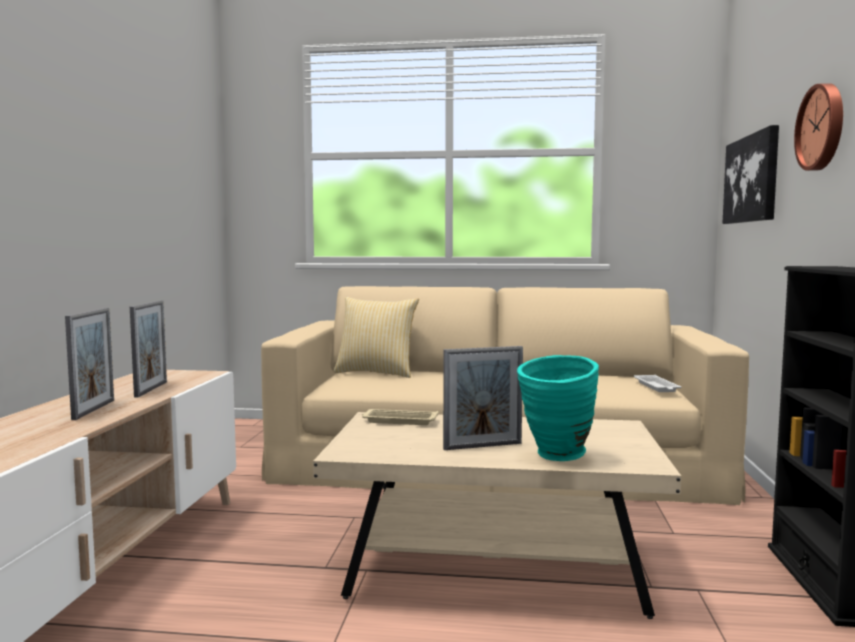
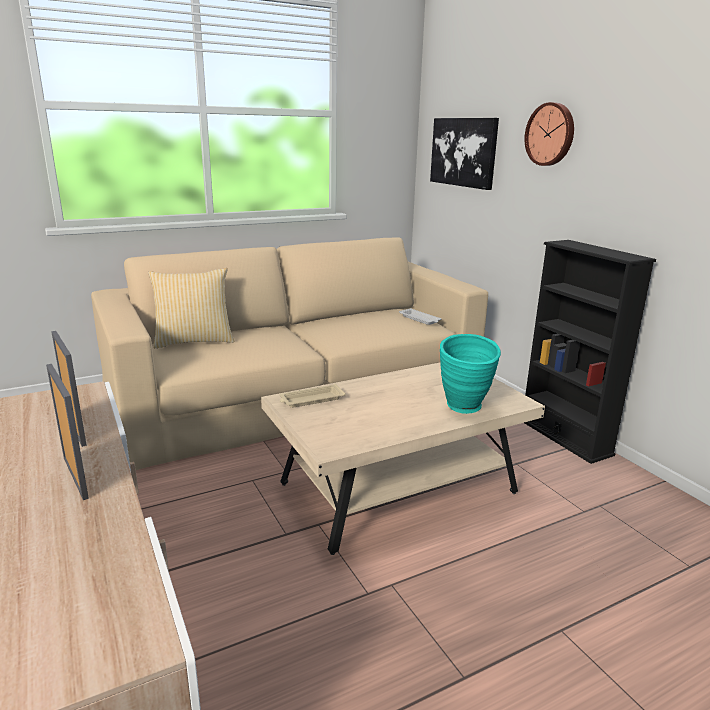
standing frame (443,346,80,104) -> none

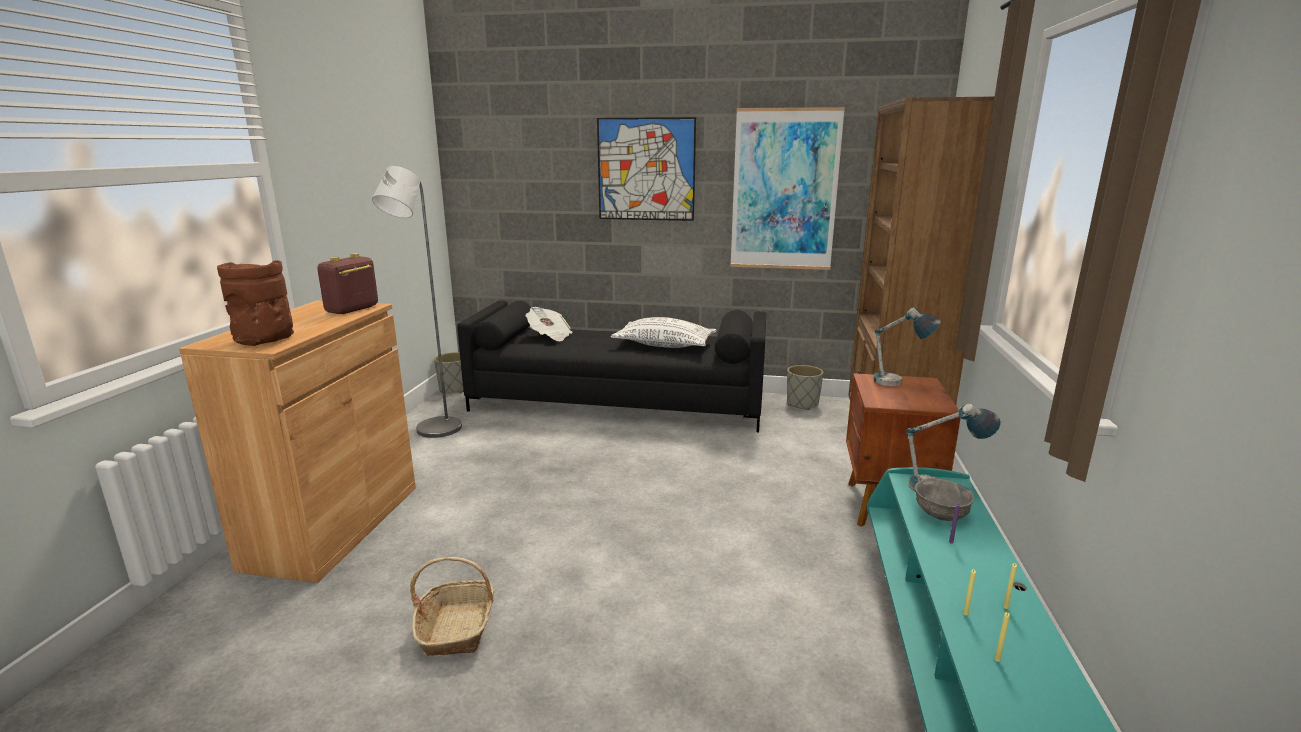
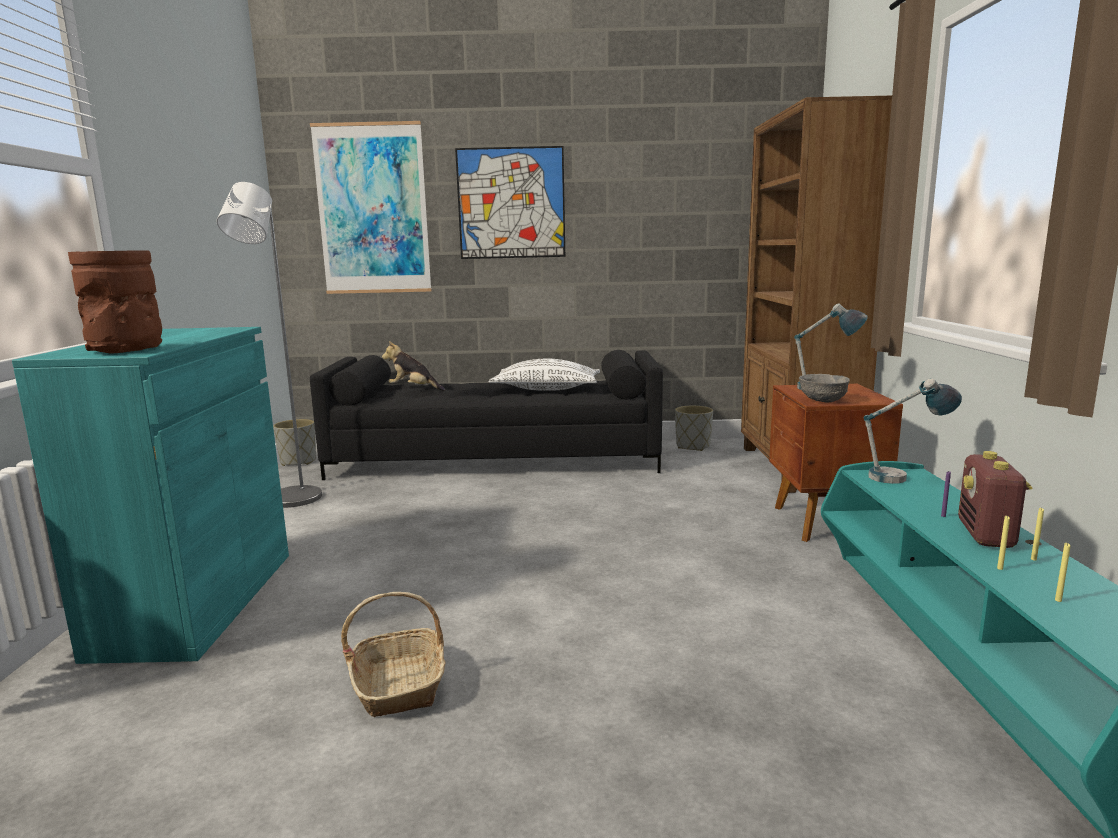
brown-coloured storage cabinet (179,300,237,283) -> turquoise-coloured storage cabinet (12,327,277,337)
wall art (730,107,115,163) -> wall art (310,121,122,173), relocated
printed paper (526,307,47,34) -> plush toy (382,341,63,50)
gray bowl (915,478,59,43) -> gray bowl (799,374,51,28), relocated
radio (317,253,61,61) -> radio (958,451,74,97), relocated

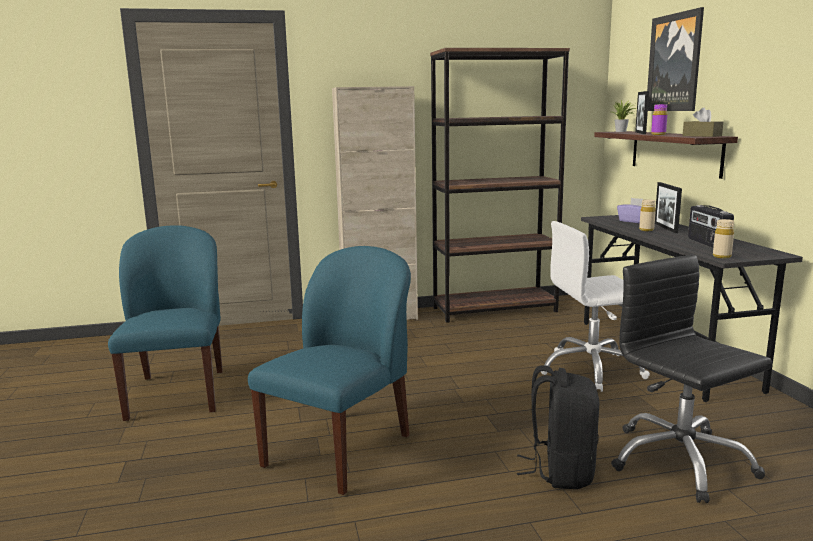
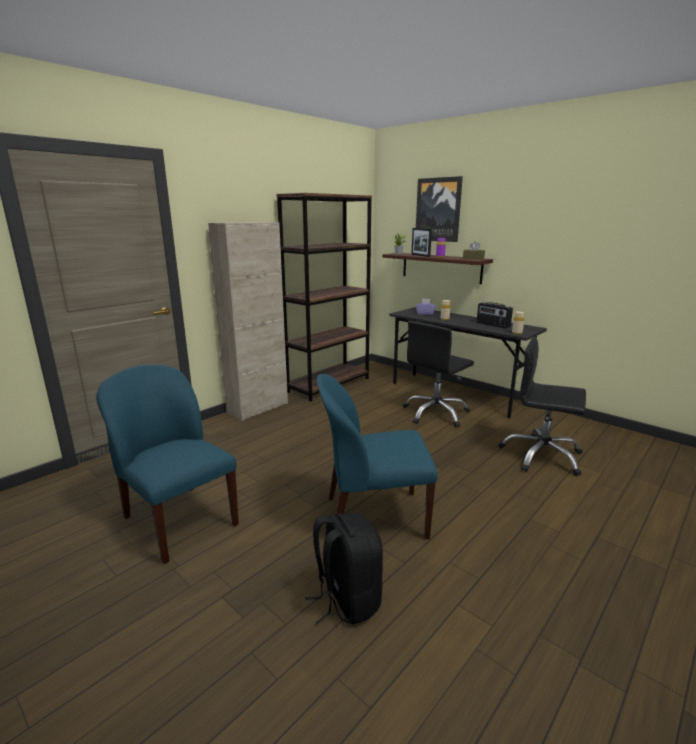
black knapsack (517,365,82,124) -> black knapsack (305,513,78,111), relocated
blue chair (248,246,163,249) -> blue chair (317,374,121,165), 90 degrees counterclockwise
white-coloured office chair (541,221,109,171) -> black office chair (403,321,71,106)
standing frame (655,182,27,51) -> none

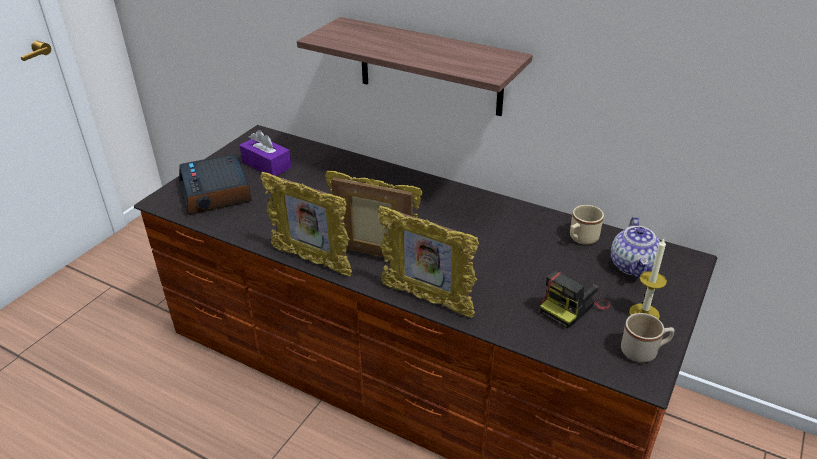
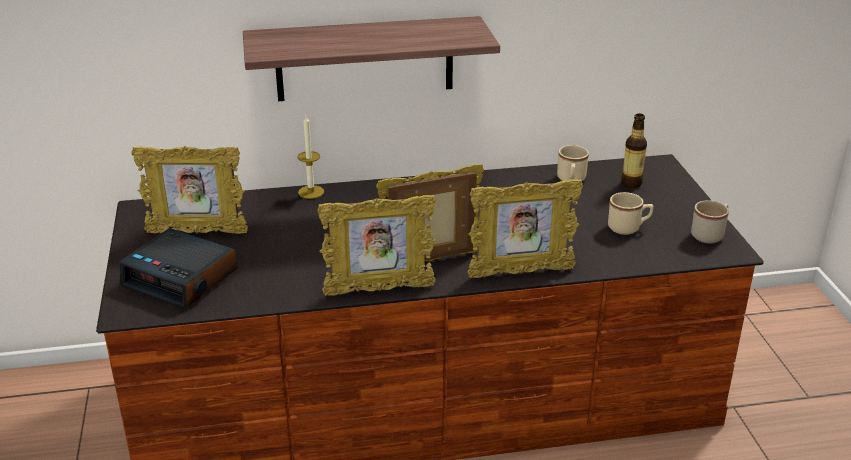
purple tissue holder (239,130,53,46) -> standing frame (131,146,117,88)
wax candle (629,239,38,80) -> wax candle (297,116,27,83), relocated
still camera (540,271,70,57) -> beige tea mug (608,192,45,43)
teapot (611,217,49,61) -> bottle (621,113,26,75)

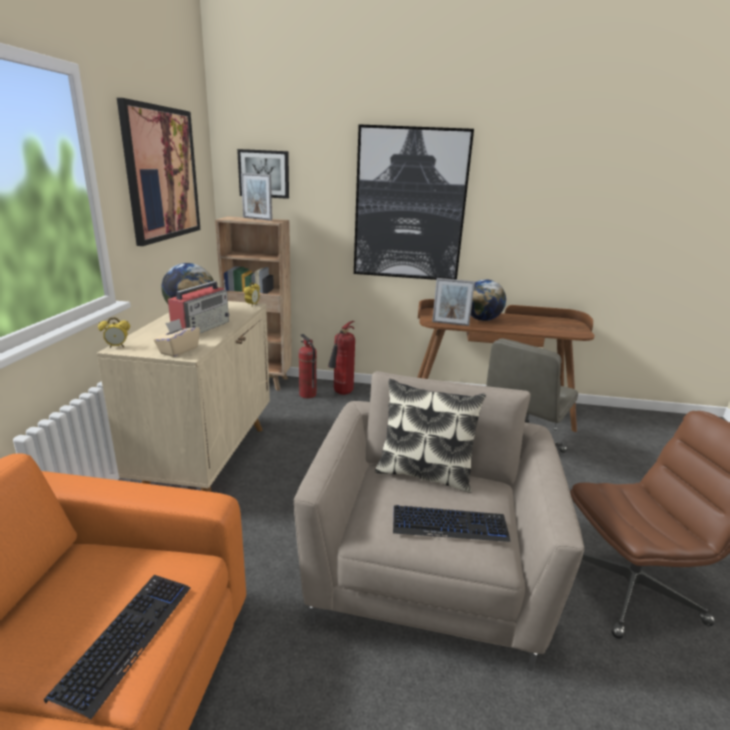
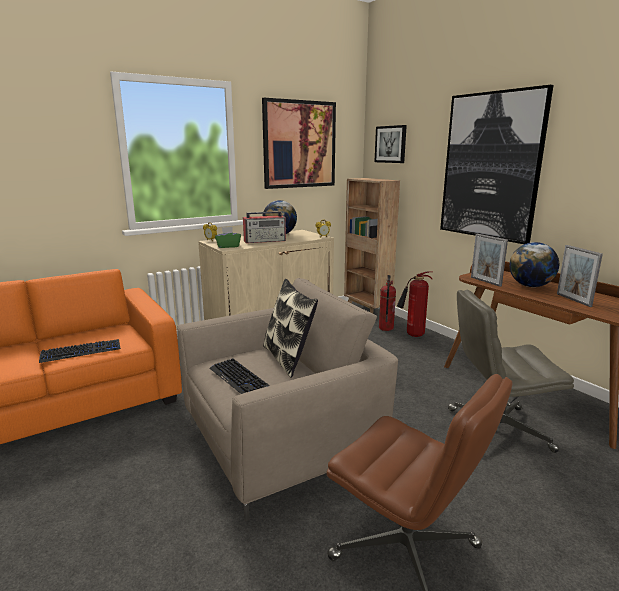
beige tissue holder (154,319,46,38) -> green tissue holder (215,227,26,21)
standing frame (241,173,31,48) -> standing frame (557,245,46,62), relocated

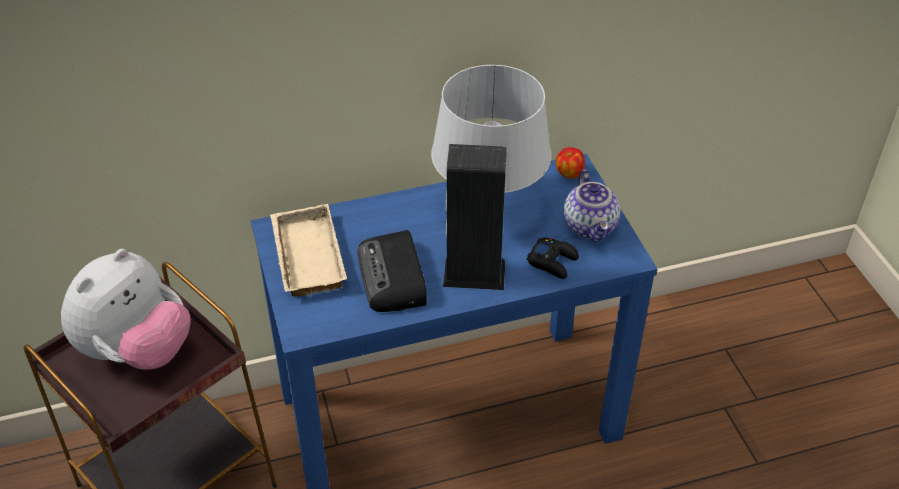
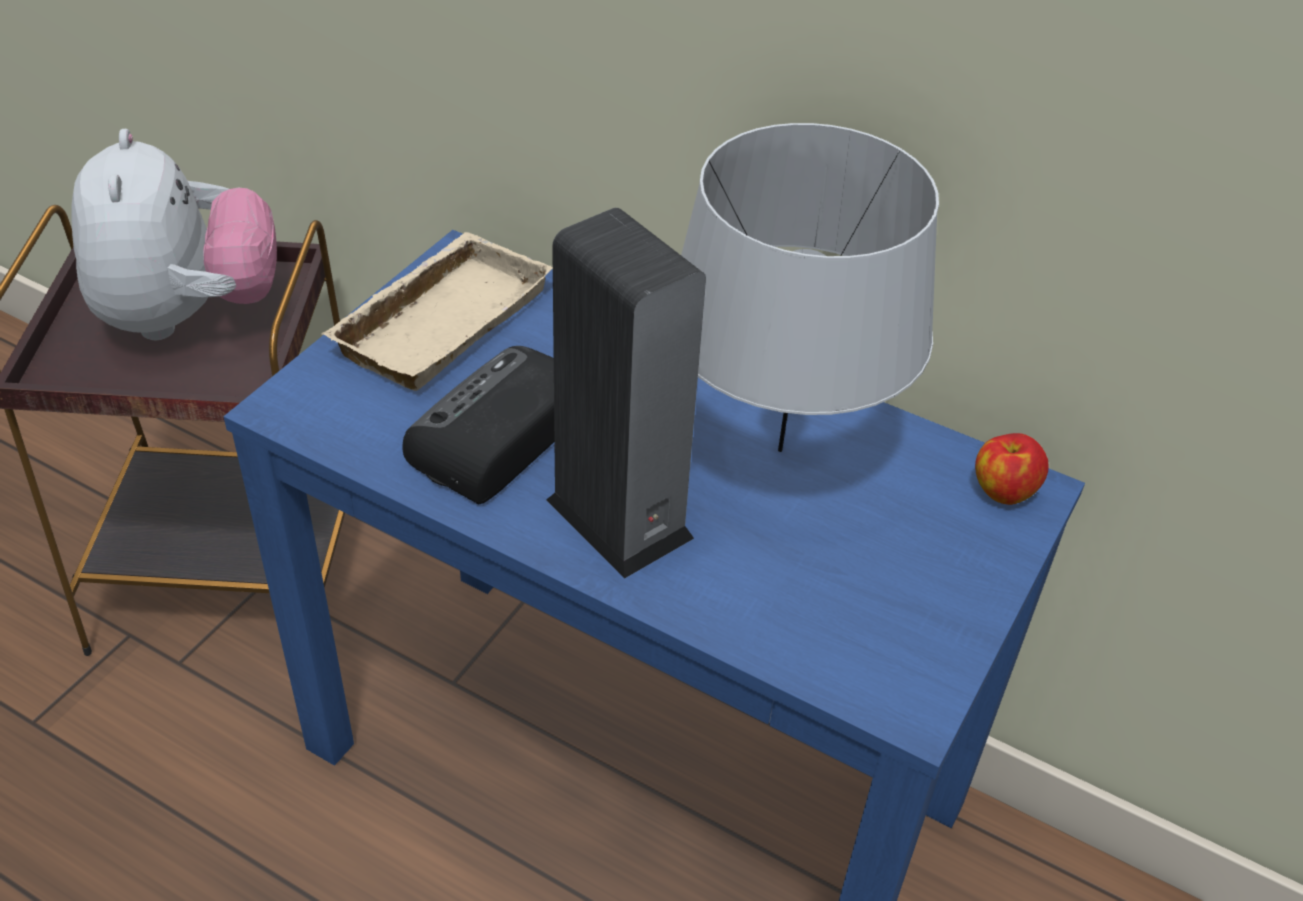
plush toy (61,249,130,121) -> plush toy (71,129,206,211), 90 degrees counterclockwise
black joypad (527,237,52,42) -> none
teapot (564,169,56,73) -> none

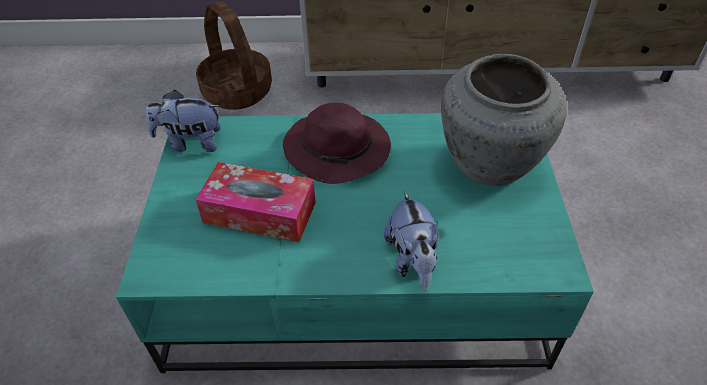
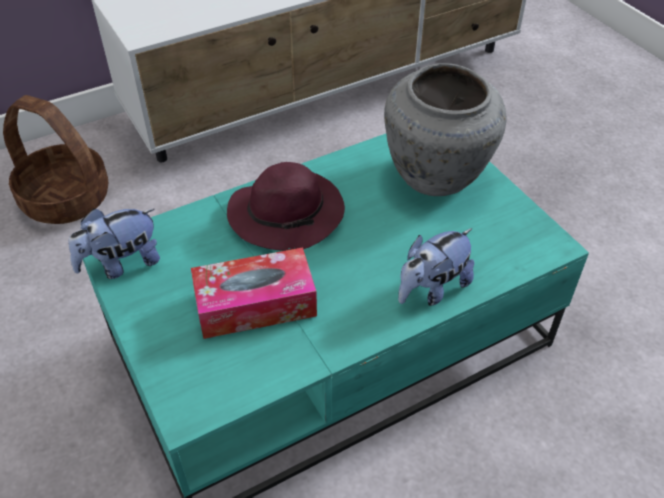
plush toy (384,190,55,101) -> plush toy (398,228,76,78), 90 degrees clockwise

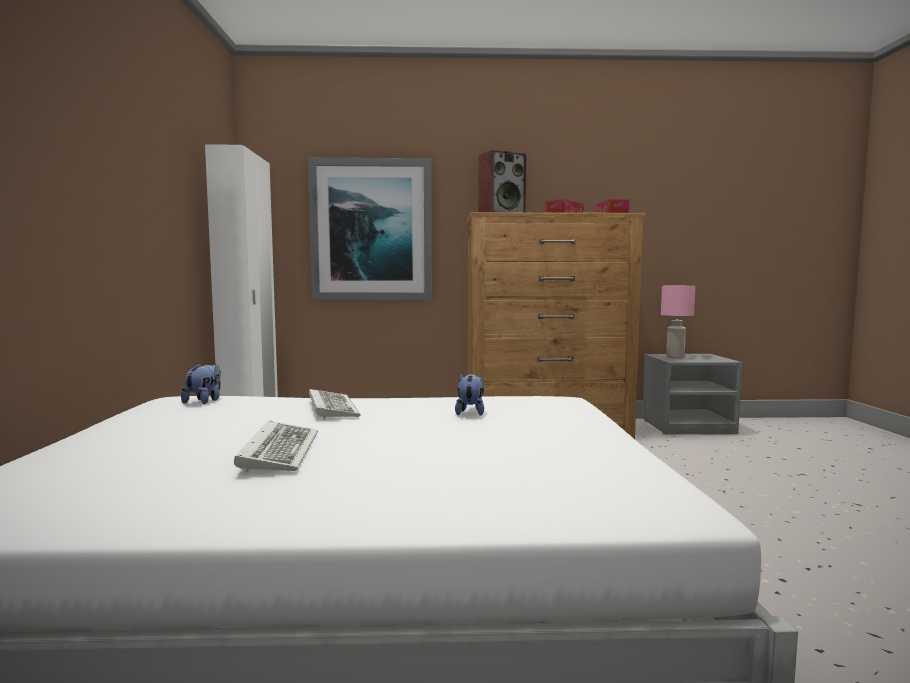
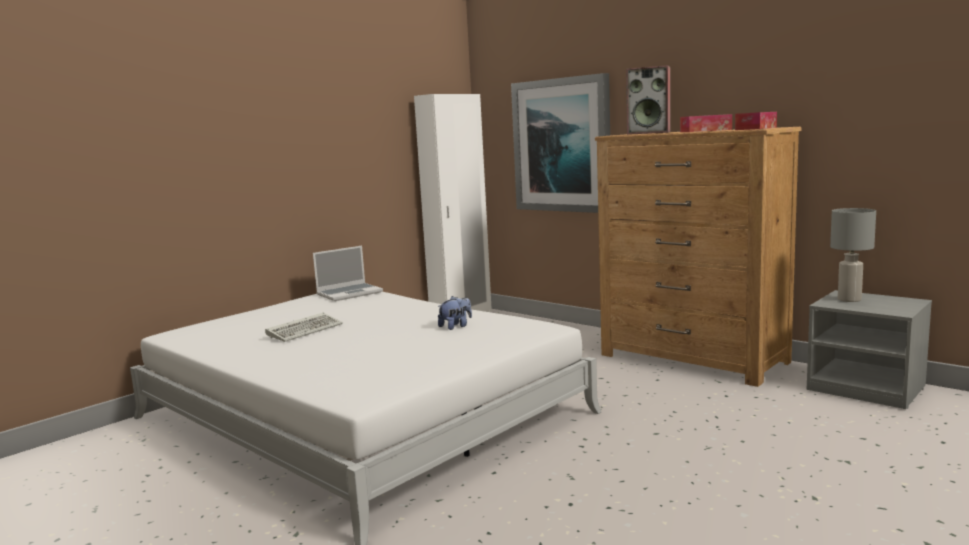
plush toy (181,363,40,41) -> laptop (313,246,70,55)
pinkish tabletop lamp (661,286,34,73) -> gray tabletop lamp (830,208,46,94)
PC keyboard (309,389,52,30) -> none

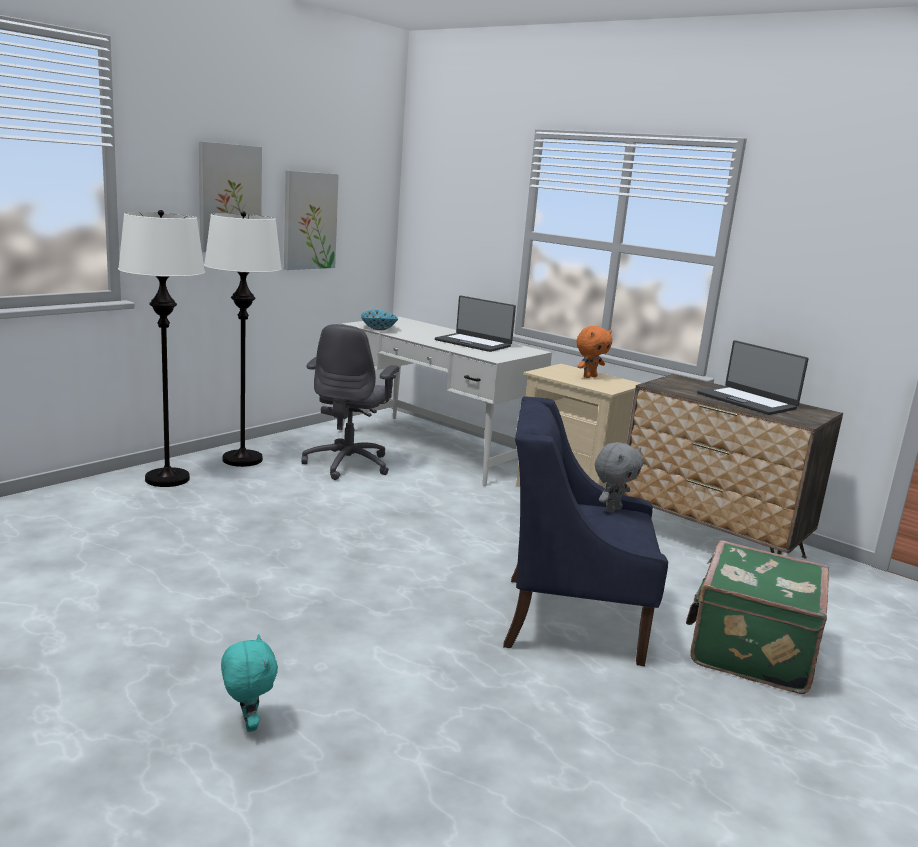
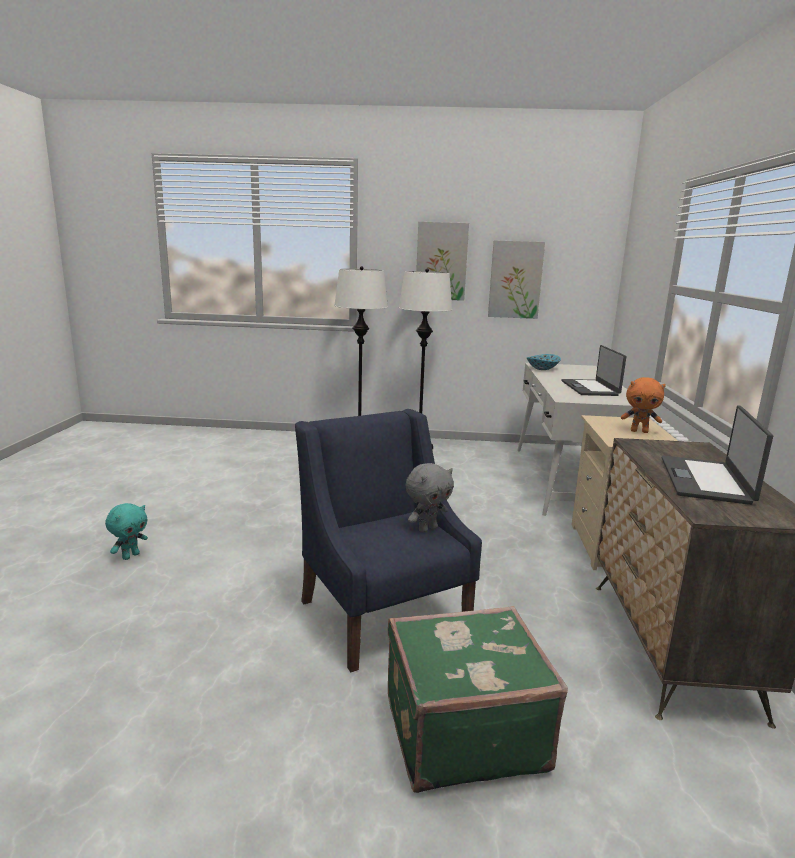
gray plush toy (595,442,48,71) -> gray plush toy (406,463,48,70), 45 degrees counterclockwise
gray office chair (301,324,98,156) -> none

